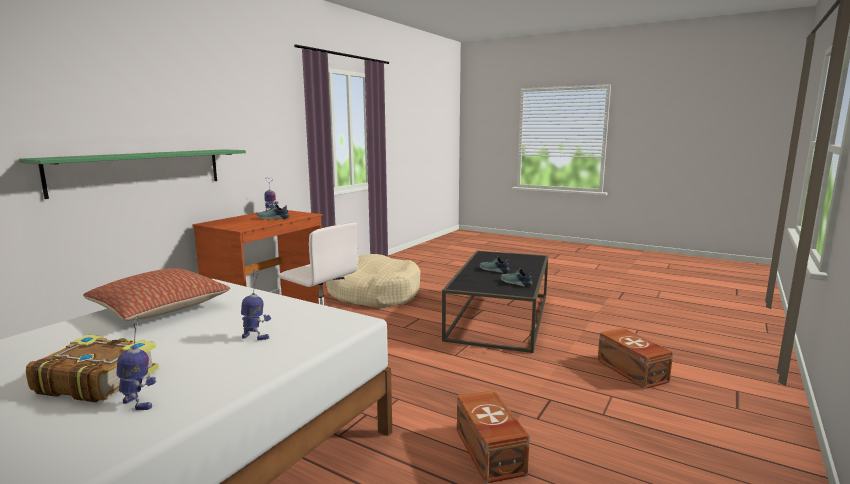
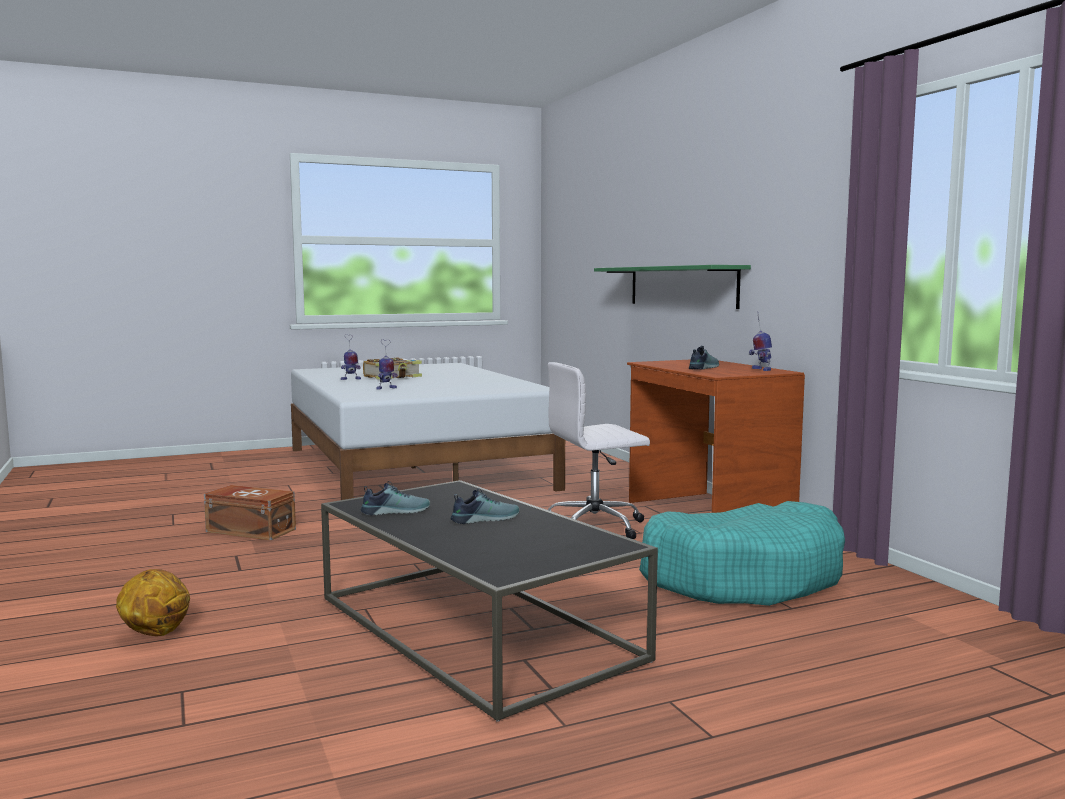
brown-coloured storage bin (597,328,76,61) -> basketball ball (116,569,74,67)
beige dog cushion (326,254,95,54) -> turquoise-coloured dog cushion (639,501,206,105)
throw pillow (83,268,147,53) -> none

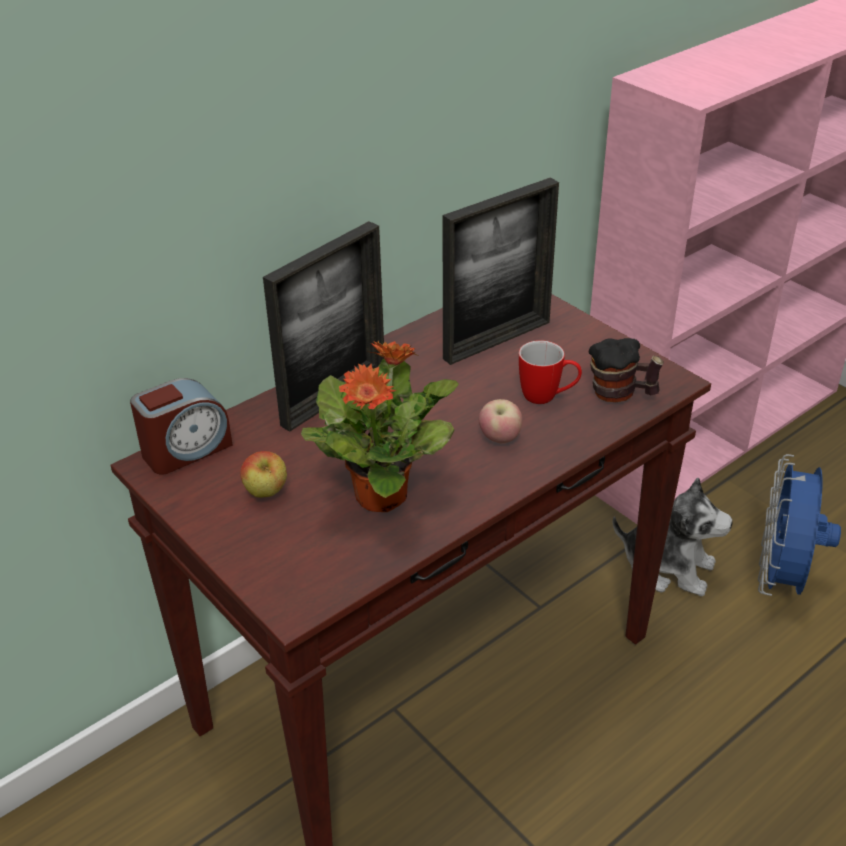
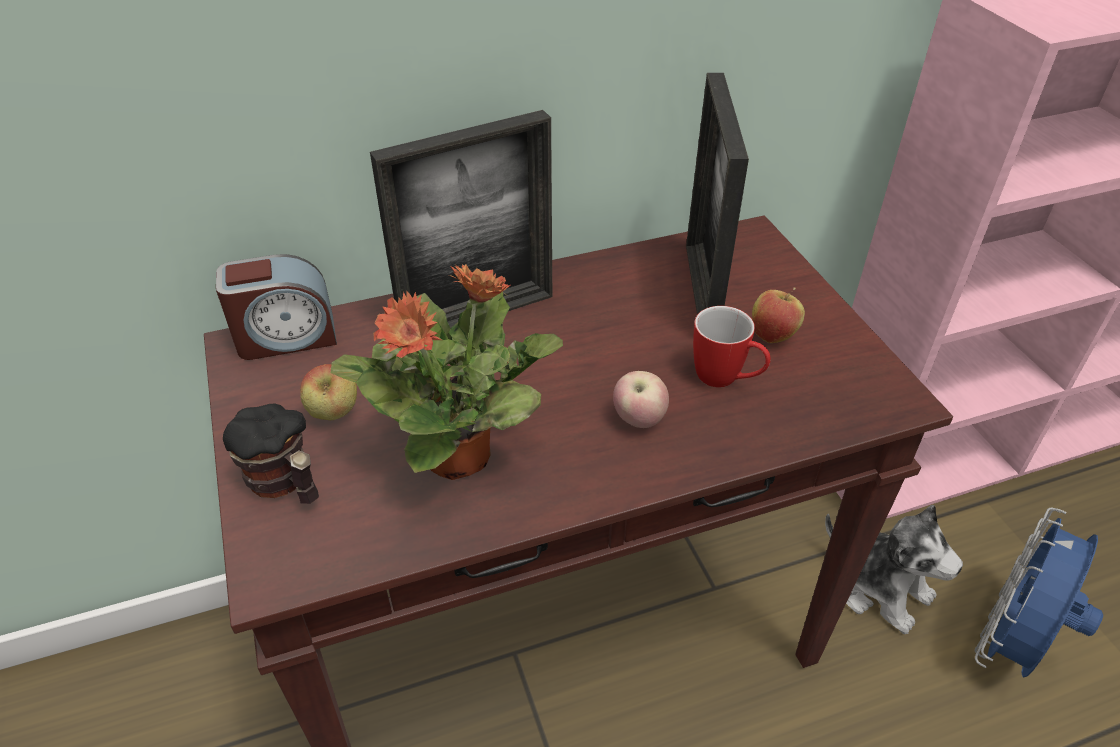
tea mug (589,338,75,64) -> tea mug (223,404,96,100), relocated
standing frame (443,177,116,188) -> standing frame (686,73,63,242), 105 degrees clockwise
none -> whole apple (752,288,53,55)

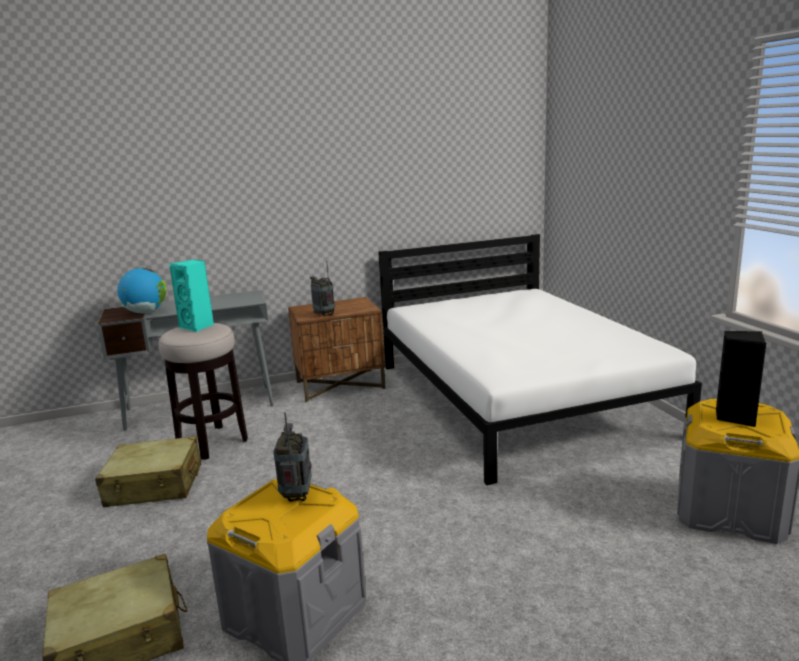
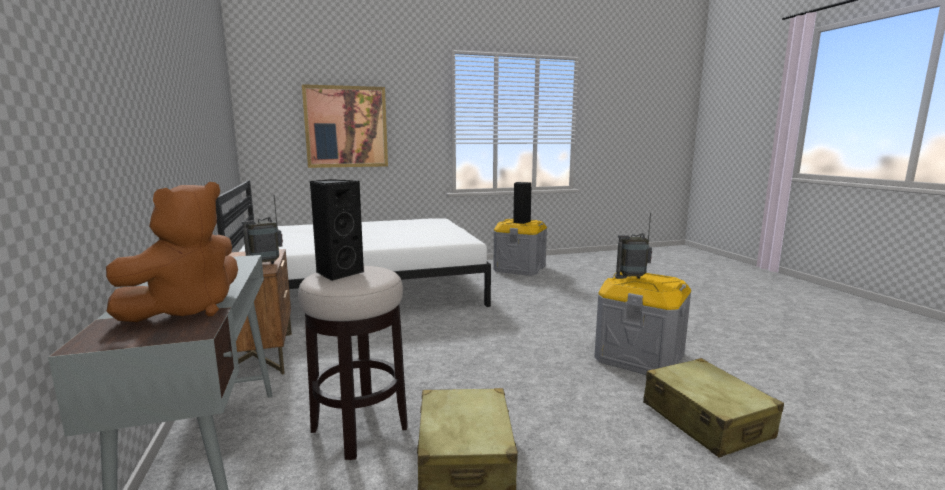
world globe (117,268,49,45) -> brown-coloured plush toy (106,182,132,140)
none -> wall art (302,84,86,84)
turquoise-coloured loudspeaker (169,259,45,73) -> black loudspeaker (310,179,54,102)

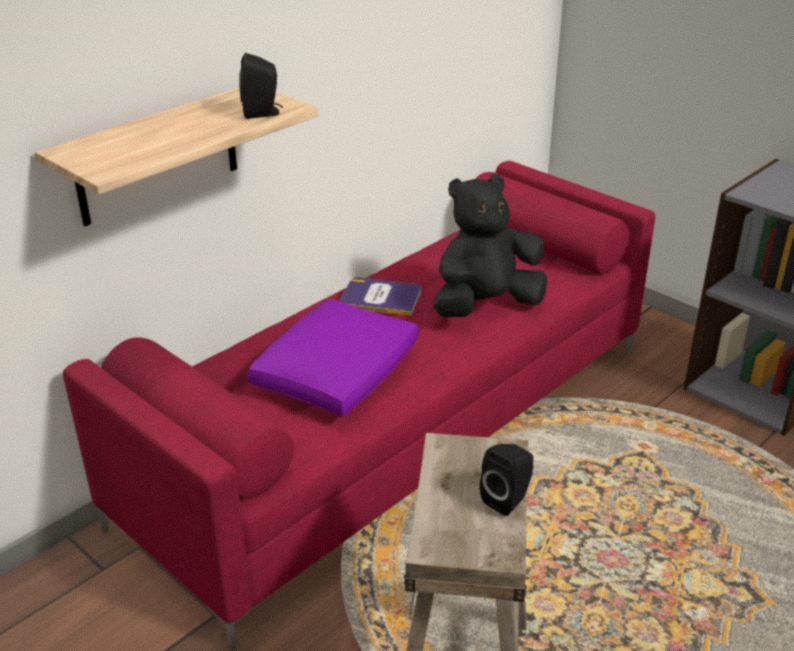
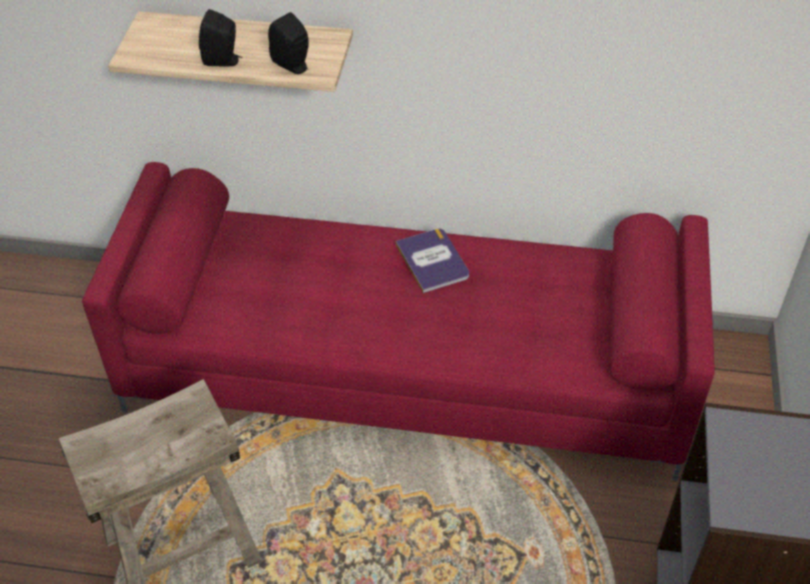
black loudspeaker (480,444,53,72) -> black loudspeaker (199,9,43,57), relocated
purple throw pillow (247,299,172,117) -> none
black plush toy (434,174,113,143) -> none

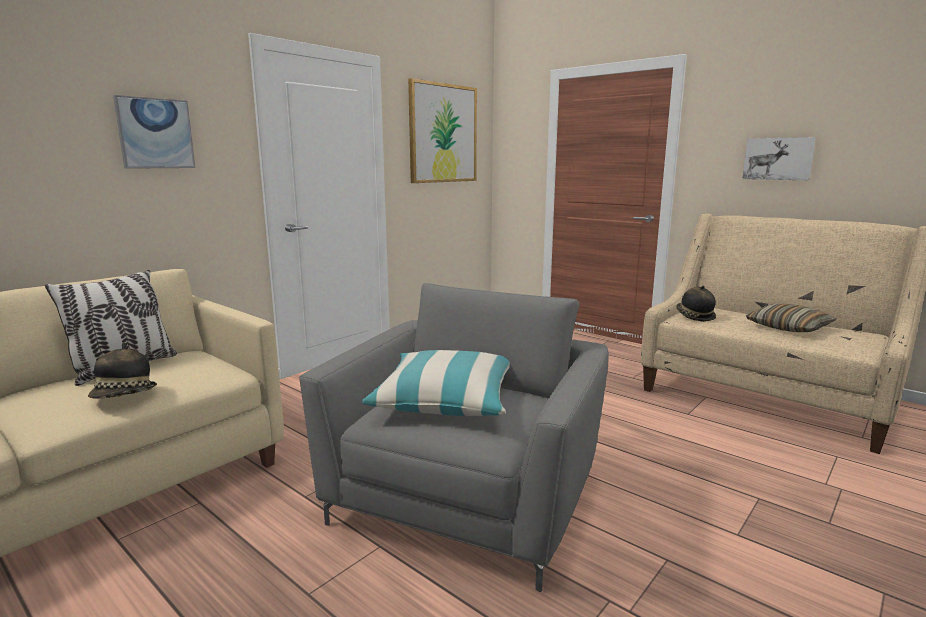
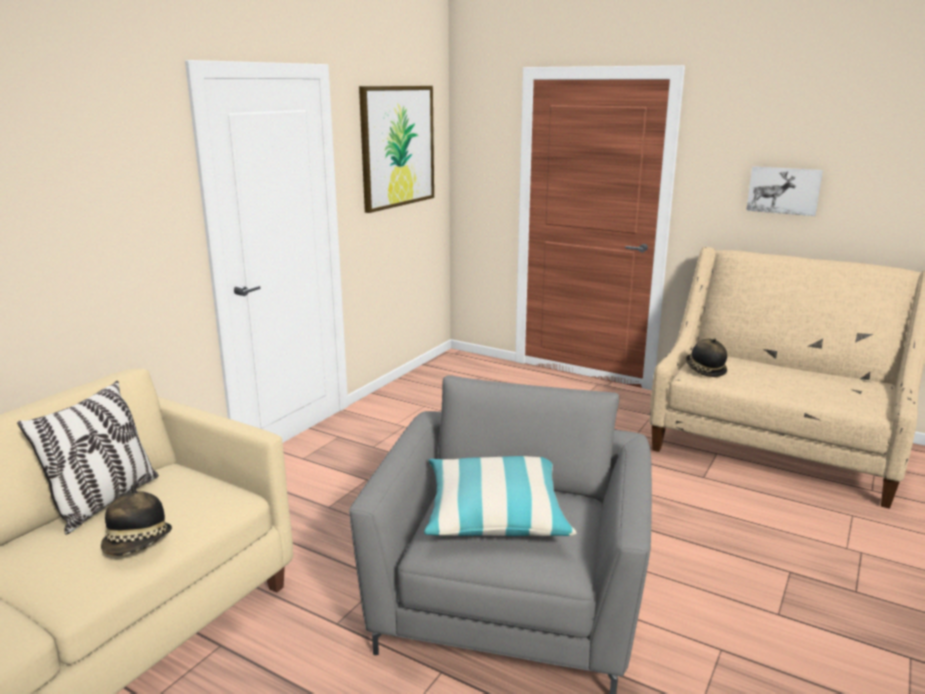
wall art (113,95,83,74) -> none
throw pillow (746,303,91,29) -> none

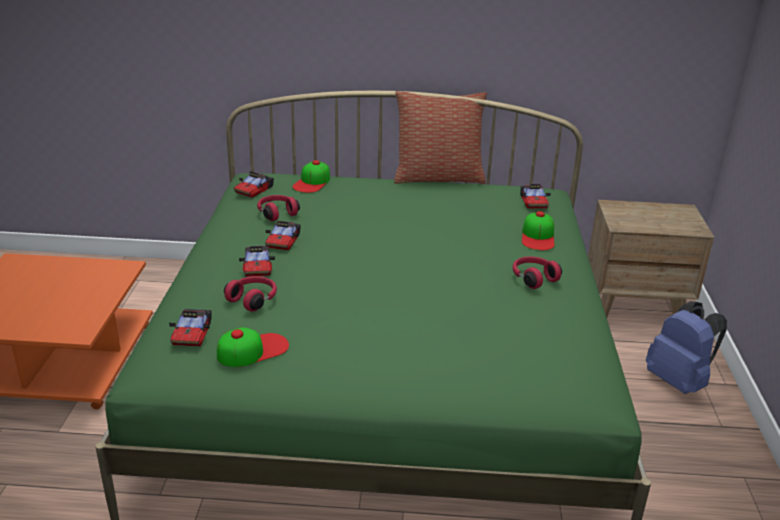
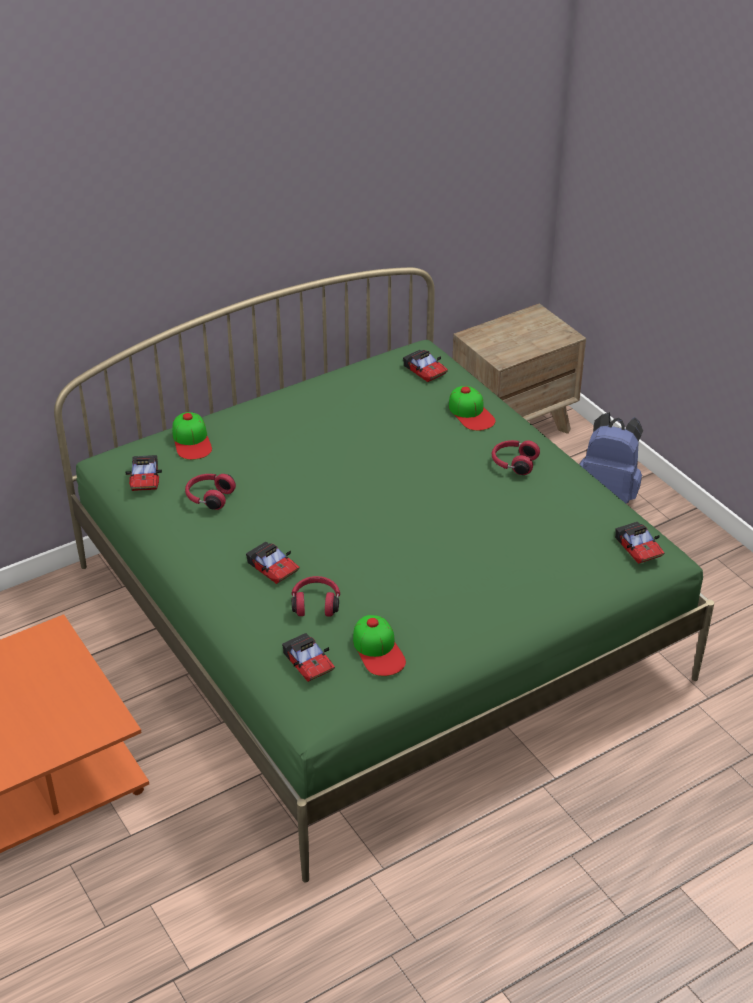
baseball cap (217,327,72,40) -> baseball cap (353,615,53,61), 135 degrees clockwise
toy car (265,221,36,29) -> toy car (615,522,49,42), relocated
throw pillow (394,91,93,93) -> none

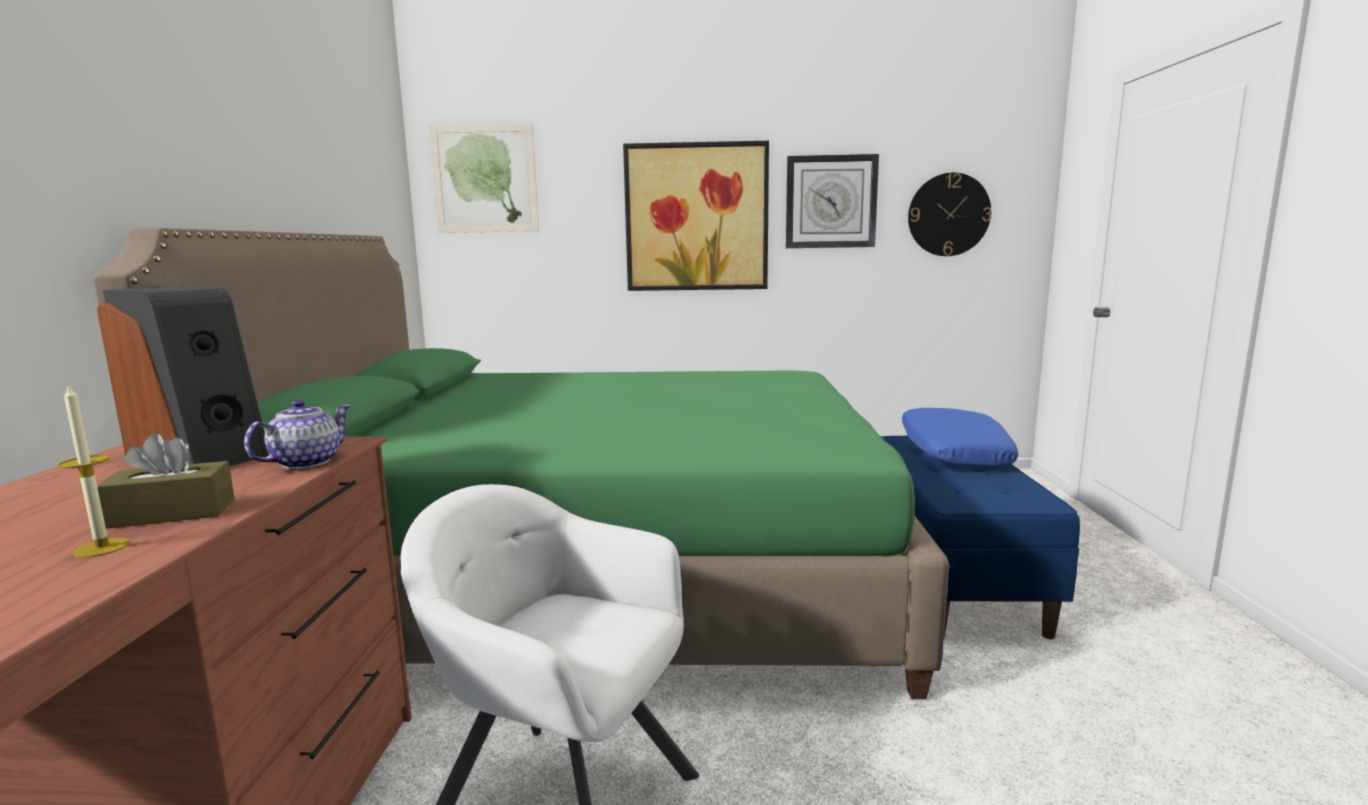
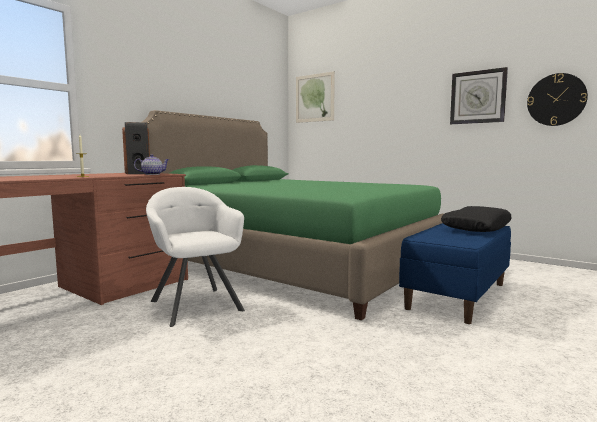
blue throw pillow (902,408,116,59) -> black throw pillow (441,206,71,26)
brown-coloured tissue holder (97,434,138,95) -> none
wall art (623,141,146,150) -> none

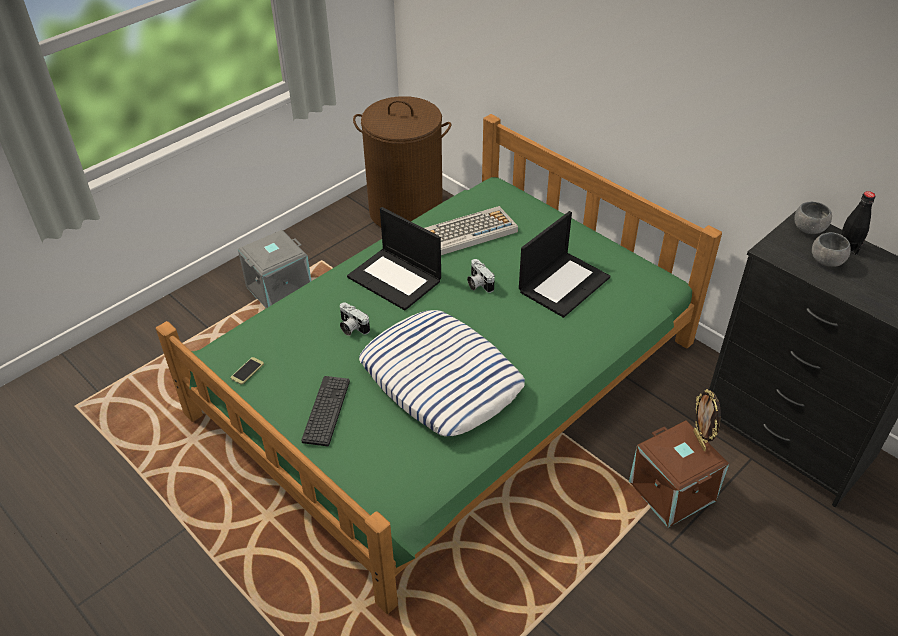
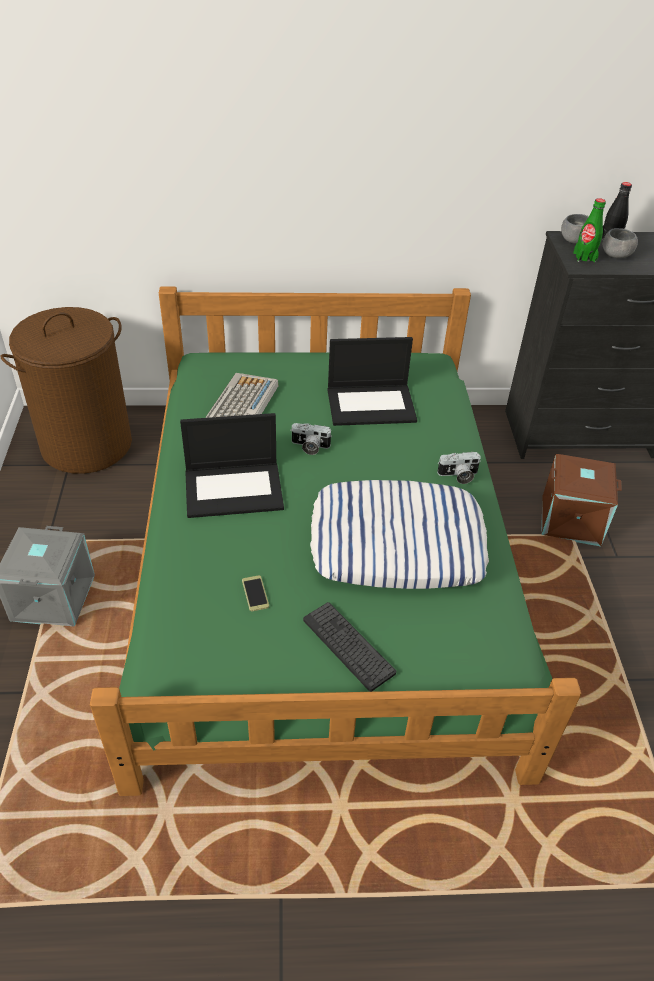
phone (230,357,34,28) -> phone (242,575,27,36), relocated
laptop (519,211,91,107) -> laptop (328,337,89,89), 90 degrees clockwise
still camera (340,302,30,34) -> still camera (437,452,44,32), relocated
none -> green bottle (573,198,33,64)
standing frame (694,389,27,62) -> none

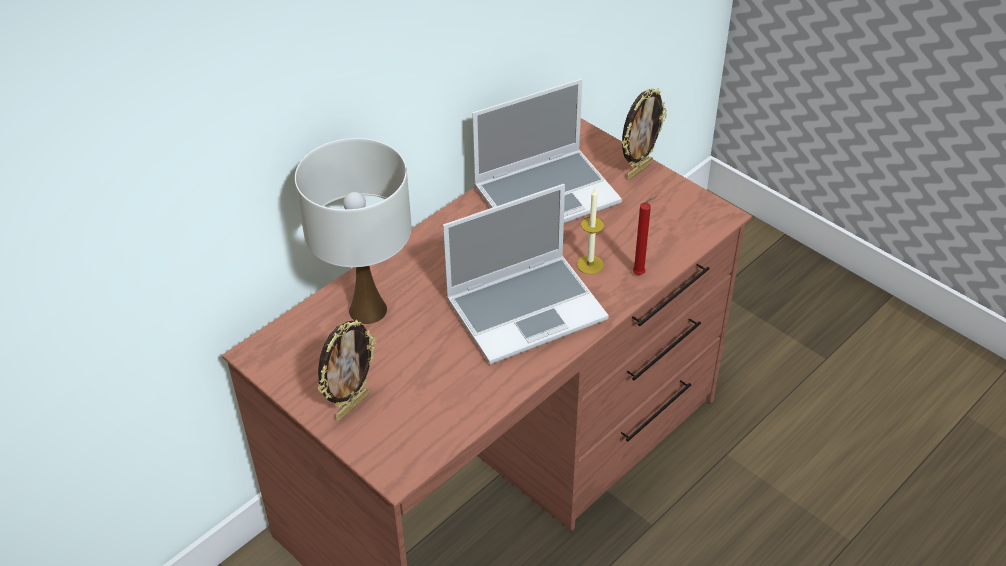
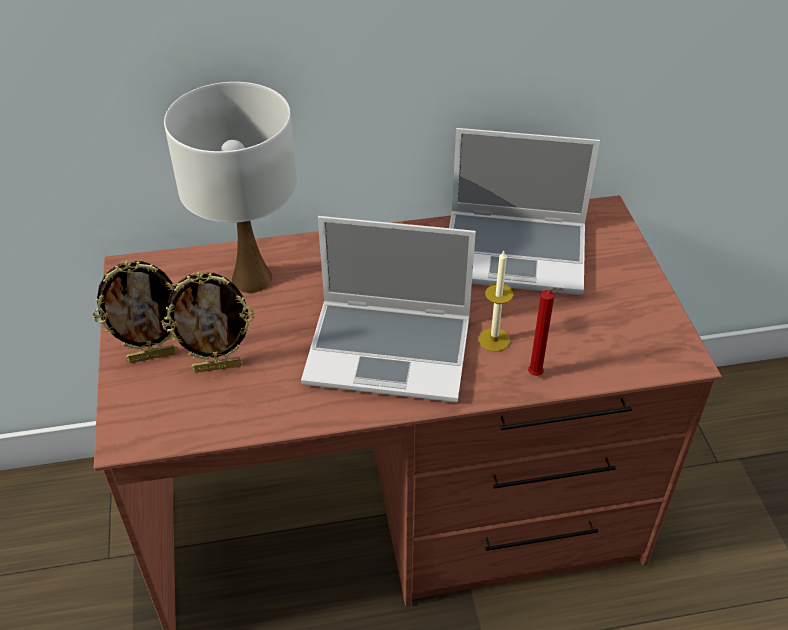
standing frame (622,88,45,91) -> standing frame (162,271,92,102), relocated

